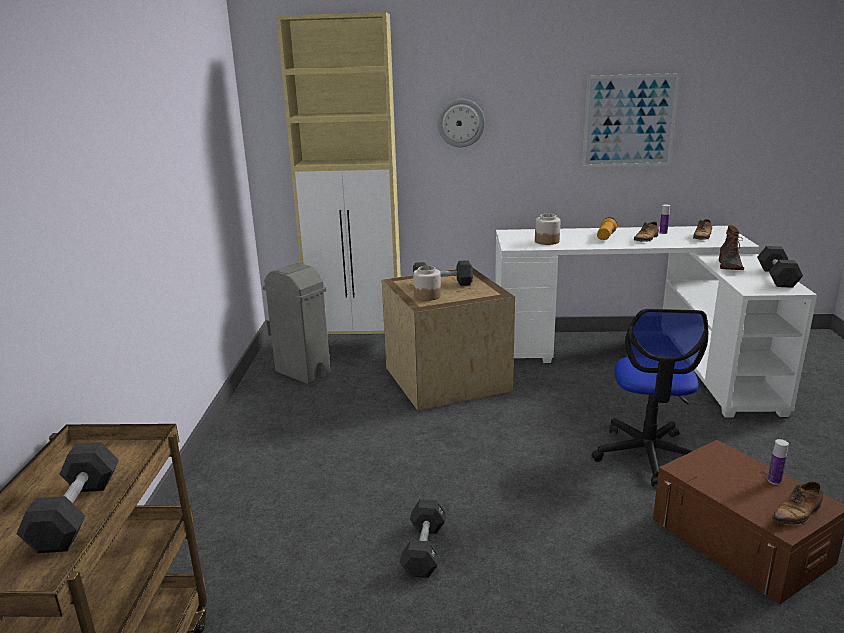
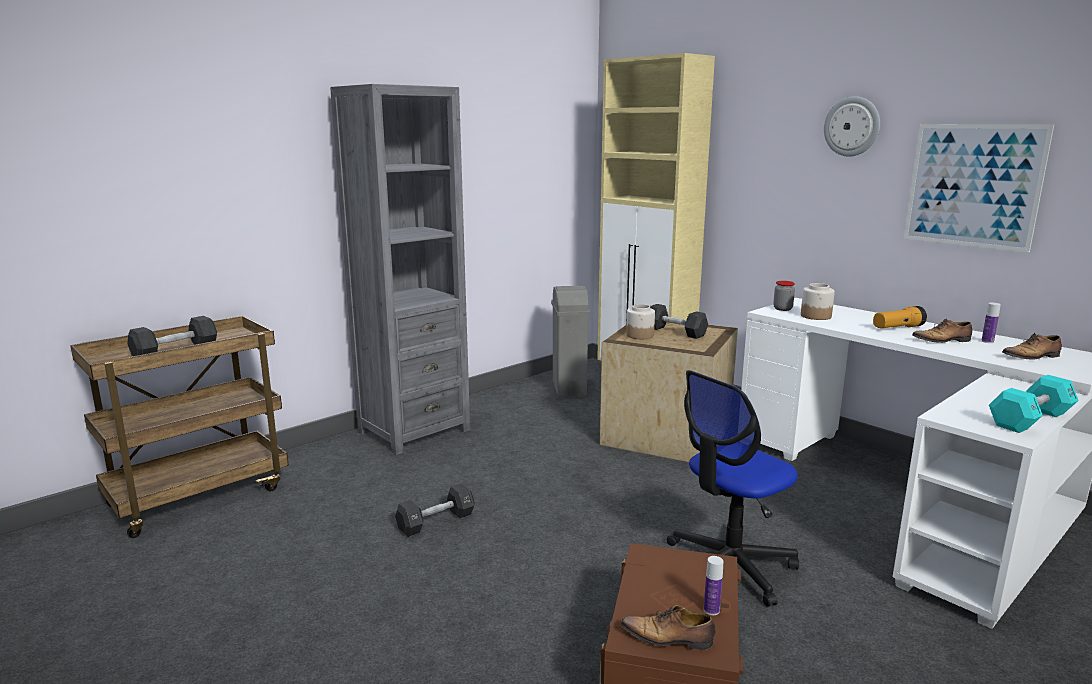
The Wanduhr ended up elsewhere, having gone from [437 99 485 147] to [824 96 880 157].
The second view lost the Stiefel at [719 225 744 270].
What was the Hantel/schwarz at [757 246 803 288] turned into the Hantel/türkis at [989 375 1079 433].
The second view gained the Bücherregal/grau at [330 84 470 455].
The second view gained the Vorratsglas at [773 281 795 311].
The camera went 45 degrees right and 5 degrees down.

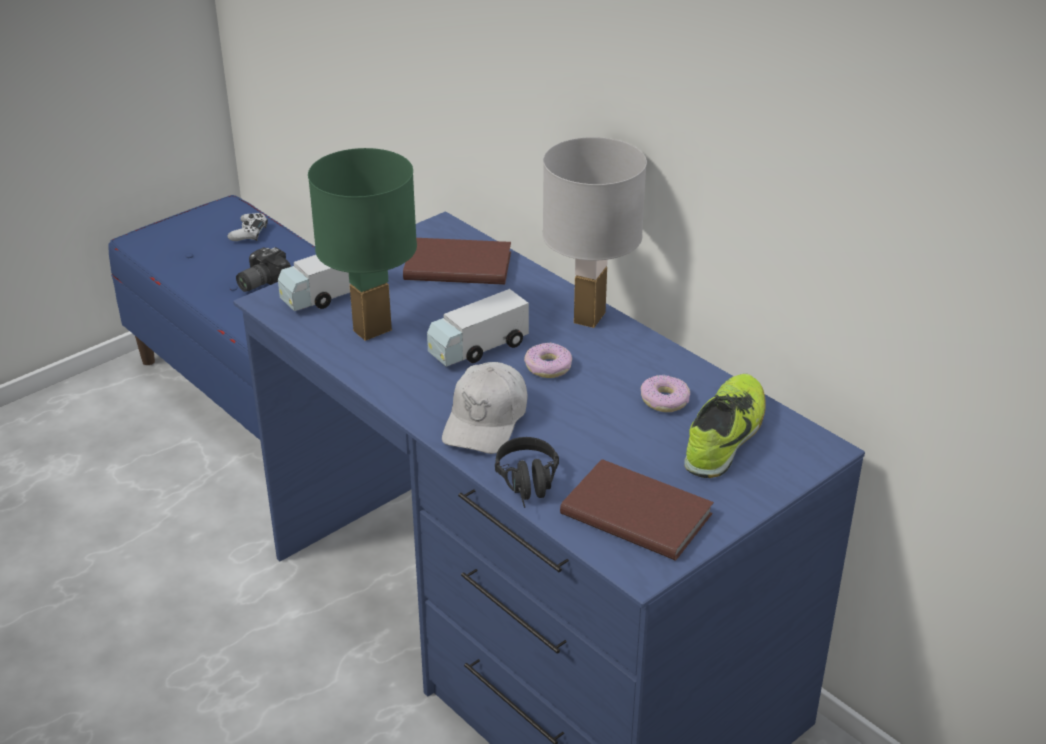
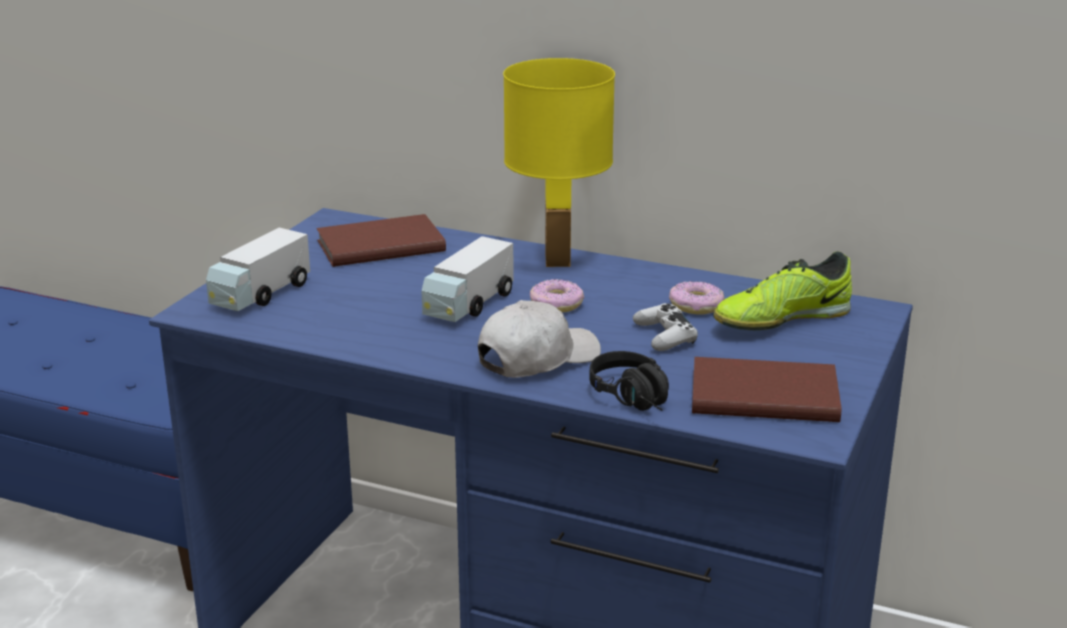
The Gamepad/weiß ended up elsewhere, having gone from [227 213 268 241] to [633 303 698 351].
The second view lost the Kamera at [236 247 291 292].
The second view lost the Tischlampe/grün at [308 148 417 341].
The Kappe/weiß at [442 362 528 454] ended up facing another way, 120 degrees counterclockwise from before.
What was the Tischlampe/weiß at [542 137 647 328] turned into the Tischlampe/gelb at [503 58 615 267].
The Schuh at [684 374 766 478] ended up facing another way, 120 degrees counterclockwise from before.
The camera went 25 degrees left and 10 degrees down.

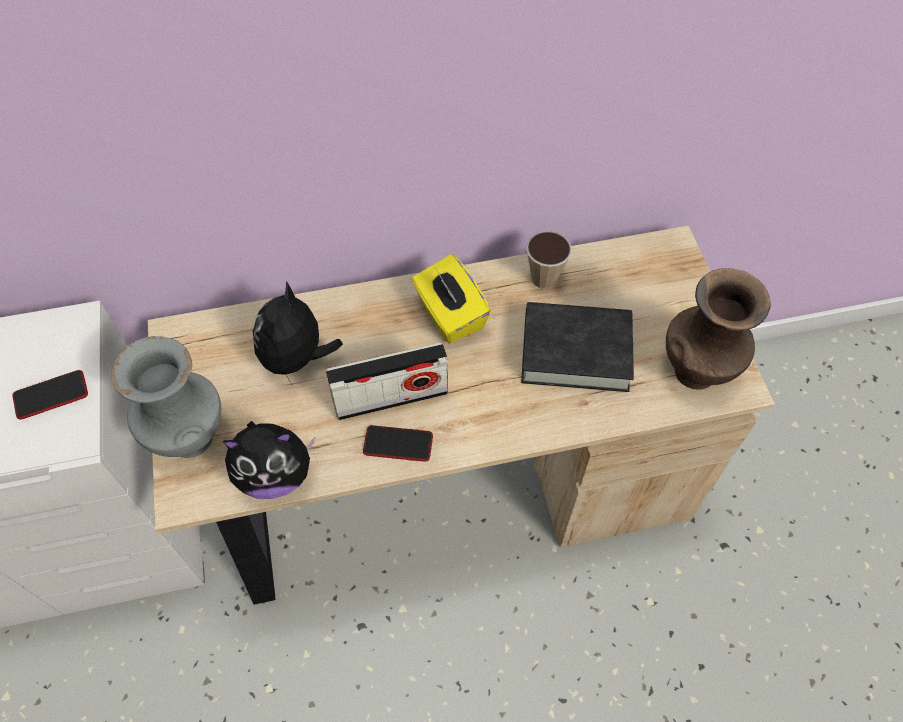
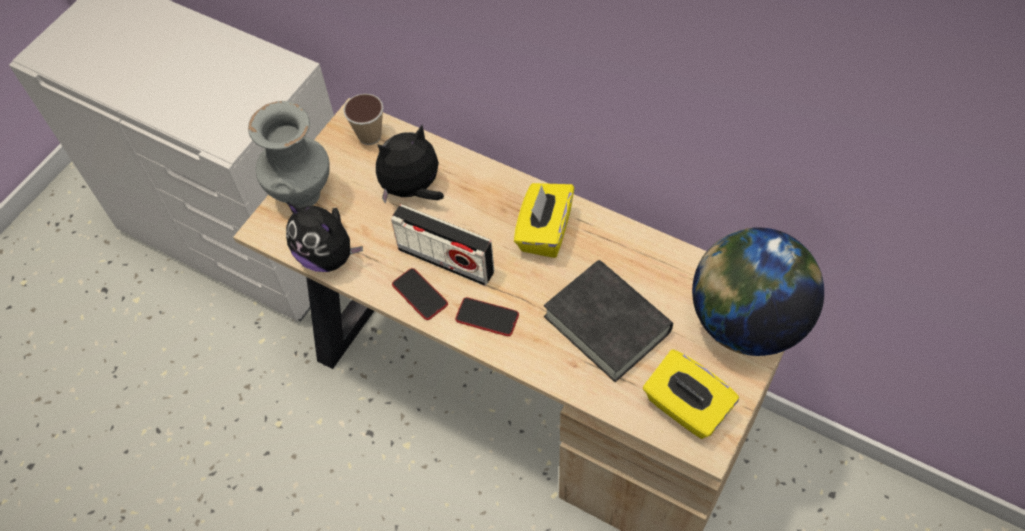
The Handy ended up elsewhere, having gone from [13 370 88 420] to [455 297 519 336].
The Tasse ended up elsewhere, having gone from [526 231 572 289] to [343 94 383 145].
Where the Vase/braun stood at [666 268 770 390], the Taschentuchbox/gelb came to stand at [643 349 739 439].
The second view gained the Globus at [692 227 824 356].
The camera went 45 degrees right and 0 degrees up.

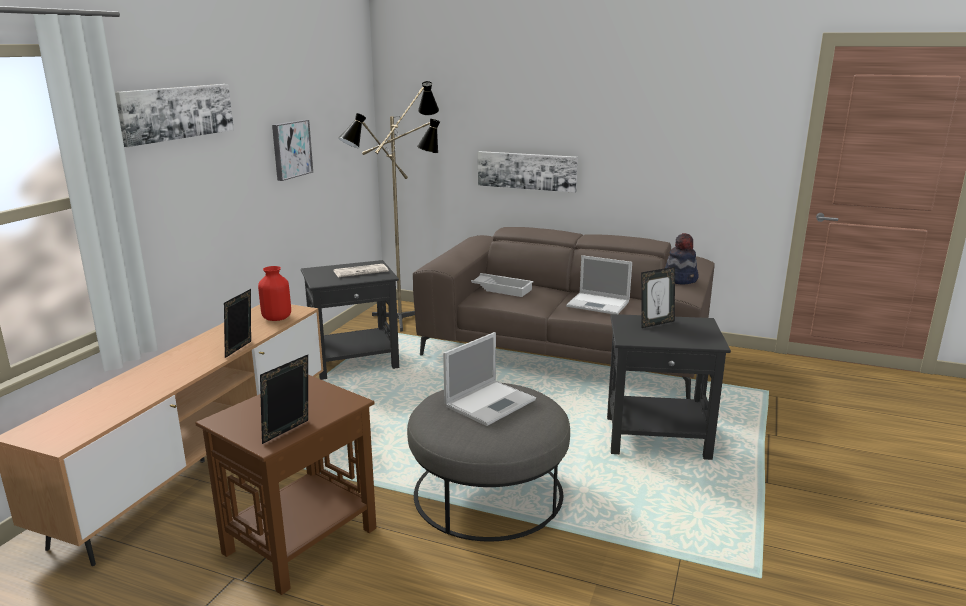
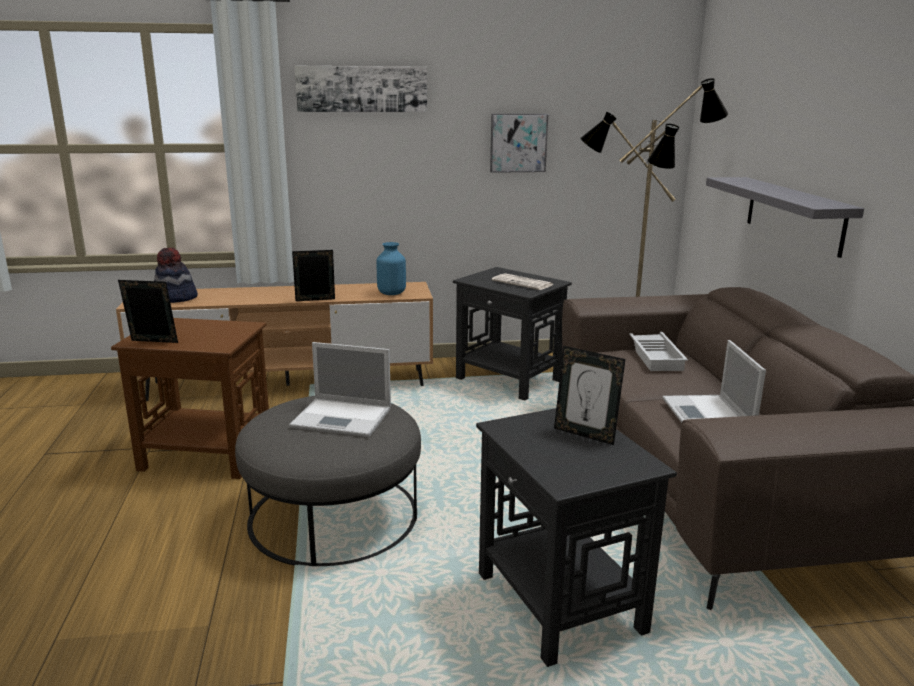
What was the Vase/rot at [258 266 291 321] turned into the Vase/blau at [377 242 406 295].
Where the Bild hung at [478 151 578 193], the Wandregal/grau came to hang at [706 177 864 258].
The Hut ended up elsewhere, having gone from [665 233 699 284] to [154 248 198 303].
The camera went 60 degrees right and 0 degrees up.

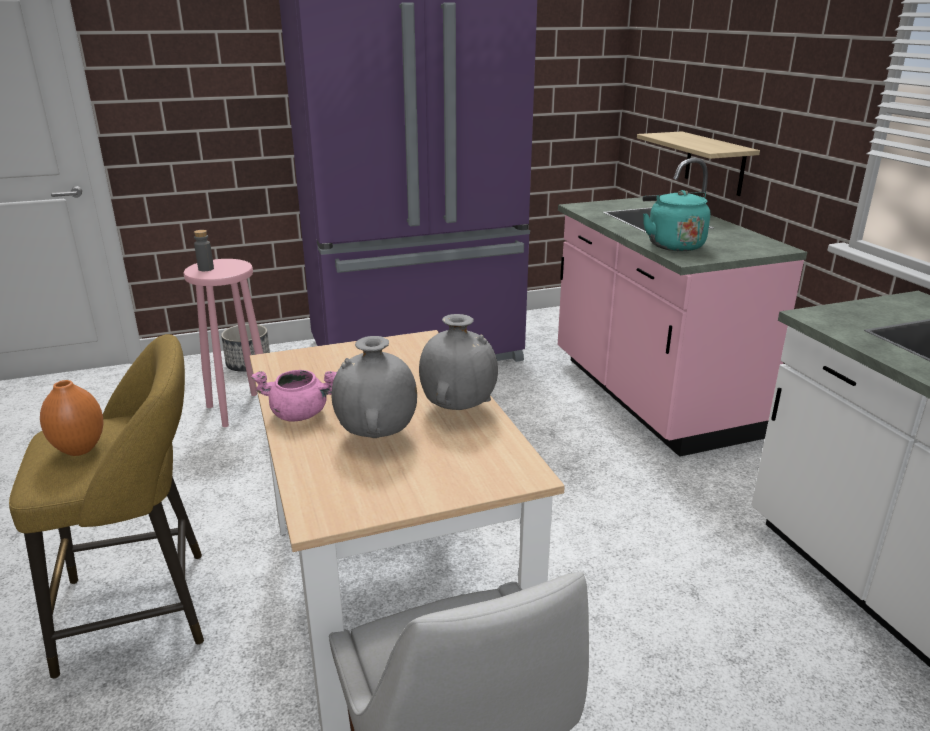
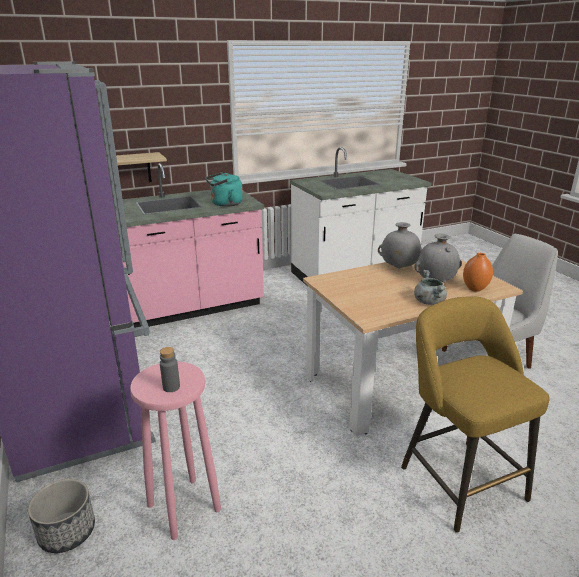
The Vase/orange ended up elsewhere, having gone from [40 380 104 456] to [463 253 493 292].
What was the Kochtopf/rosa at [251 370 337 421] turned into the Kochtopf/grau at [414 270 447 305].
The camera went 95 degrees left and 0 degrees up.

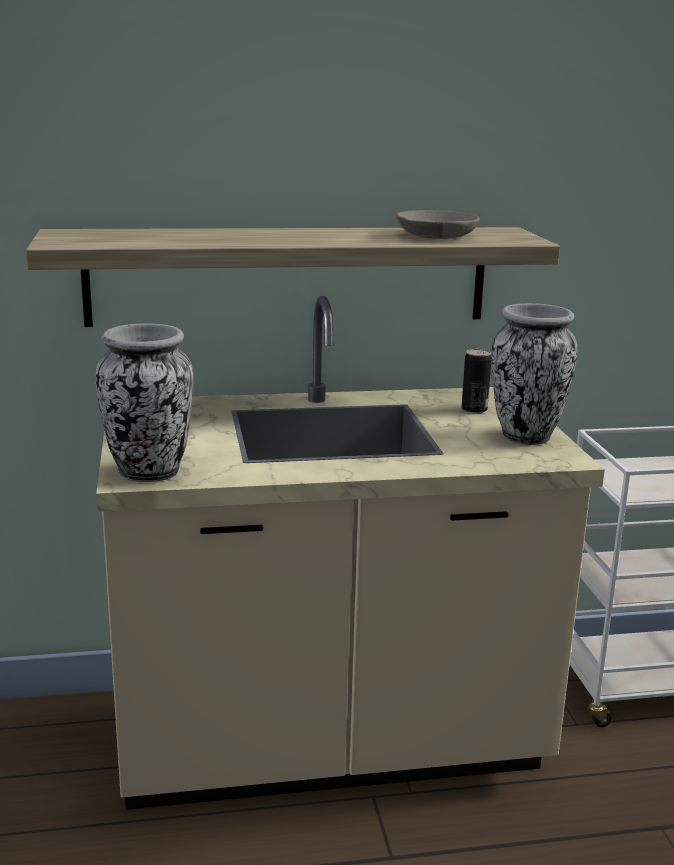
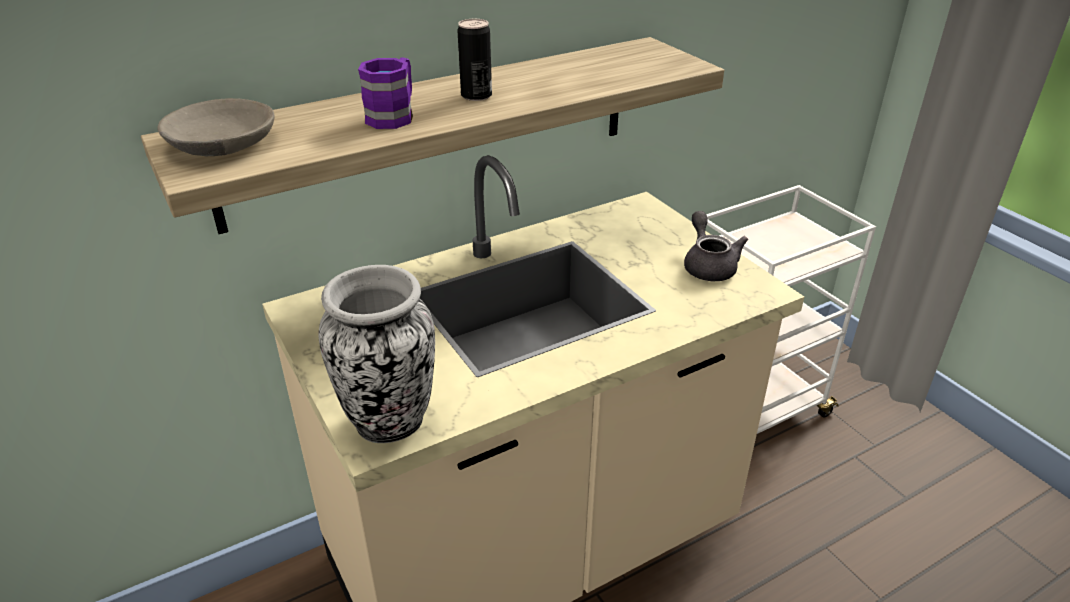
The Schüssel/grau ended up elsewhere, having gone from [396 210 480 239] to [157 98 275 156].
The Dose ended up elsewhere, having gone from [462 349 492 413] to [457 19 492 101].
Where the Vase stood at [492 303 578 445], the Teekanne/grau came to stand at [684 211 748 281].
The second view gained the Henkelbecher/lila at [358 57 413 129].
The camera went 20 degrees left and 15 degrees up.

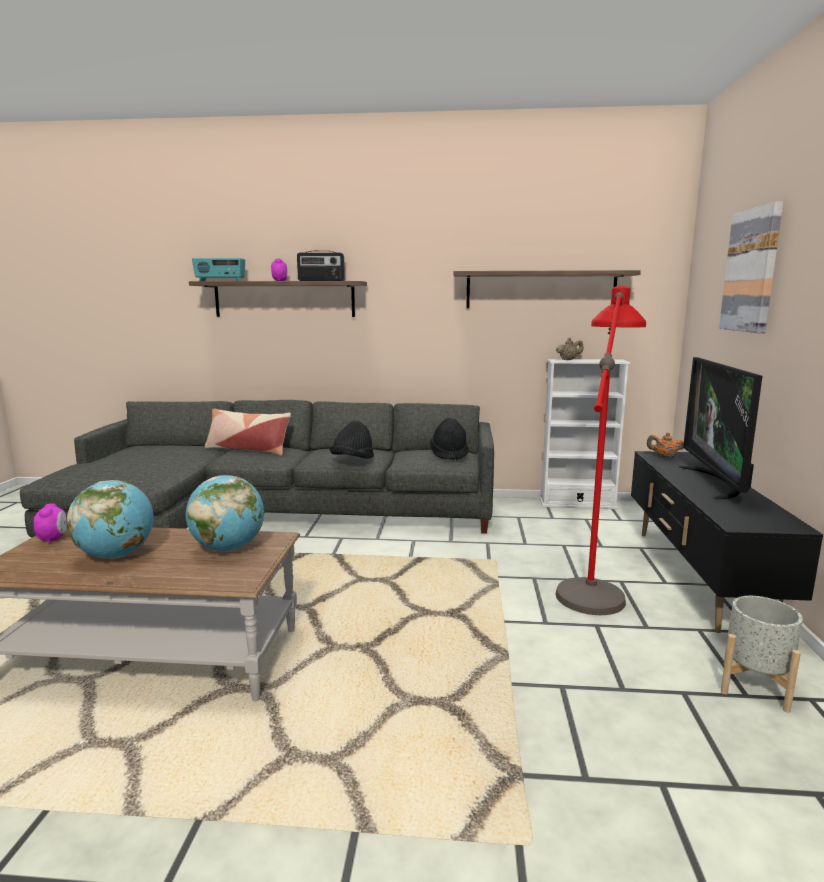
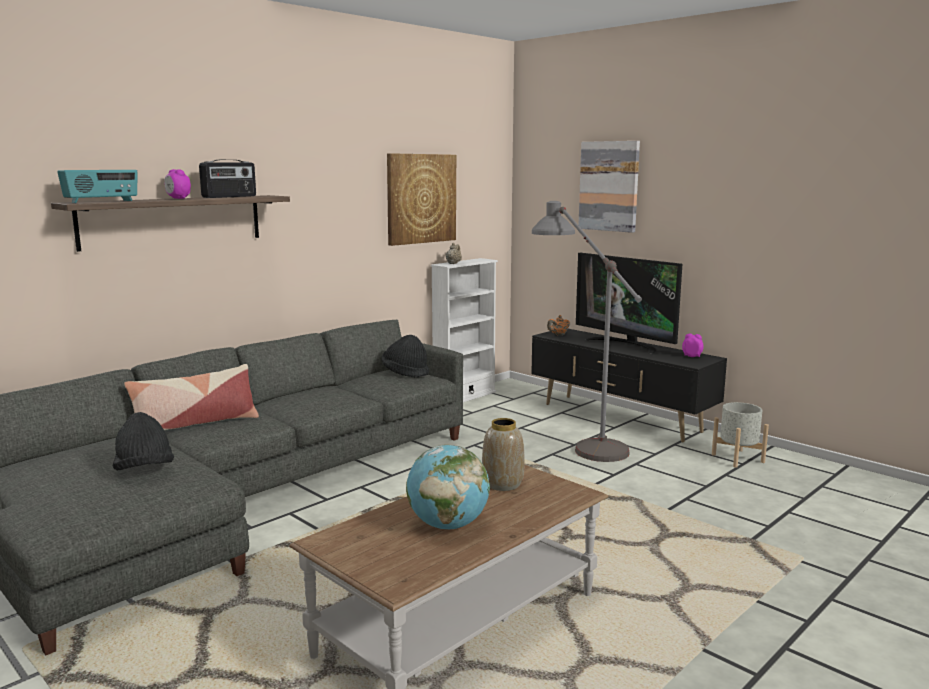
The Wecker ended up elsewhere, having gone from [34 503 67 544] to [682 333 704 357].
Where the Globus stood at [186 475 264 551], the Vase came to stand at [482 418 525 491].
The Hut/schwarz ended up elsewhere, having gone from [329 420 374 459] to [113 412 174 470].
Where the Wandregal hung at [453 270 641 308], the Bild came to hang at [387 153 456 246].
What was the Stehlampe/rot at [555 286 646 615] turned into the Stehlampe/grau at [532 201 642 462].
The camera went 50 degrees left and 0 degrees up.

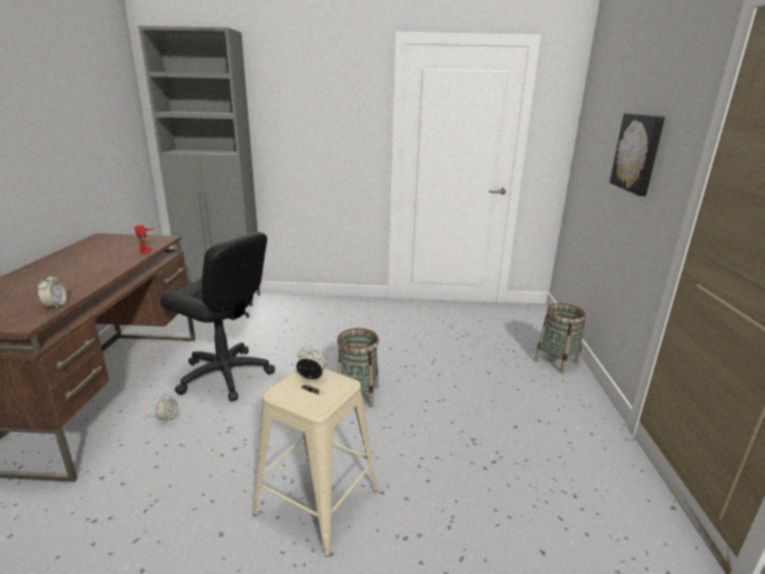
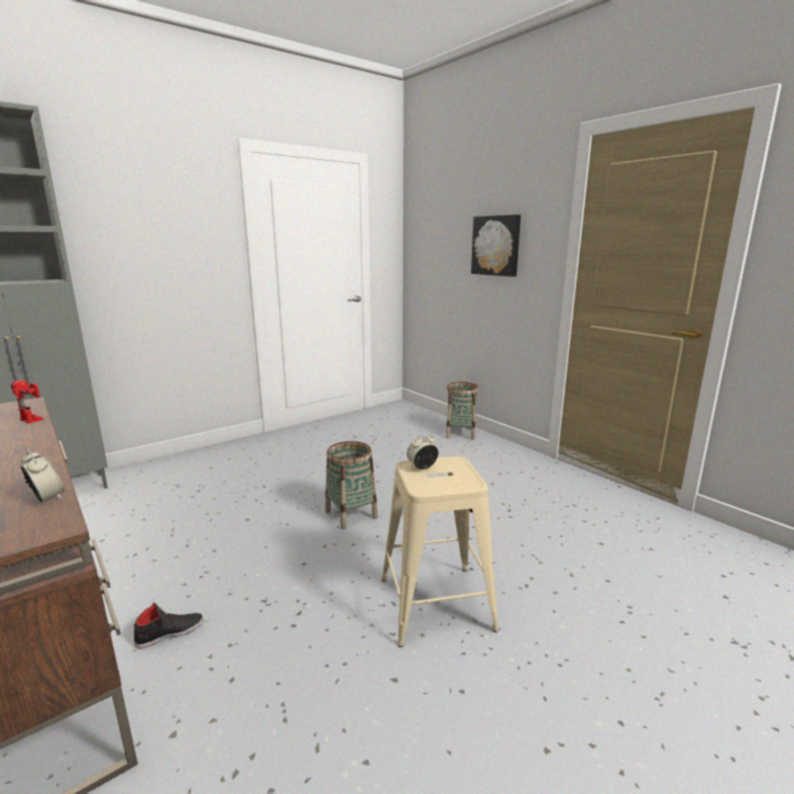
Where the Wecker stood at [156 394 178 423], the Schuh/schwarz came to stand at [134 602 204 649].
The second view lost the Bürostuhl/schwarz at [161 232 275 401].
The camera went 40 degrees left and 5 degrees down.

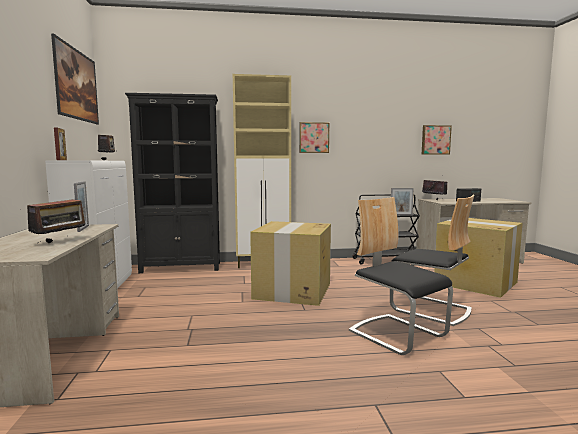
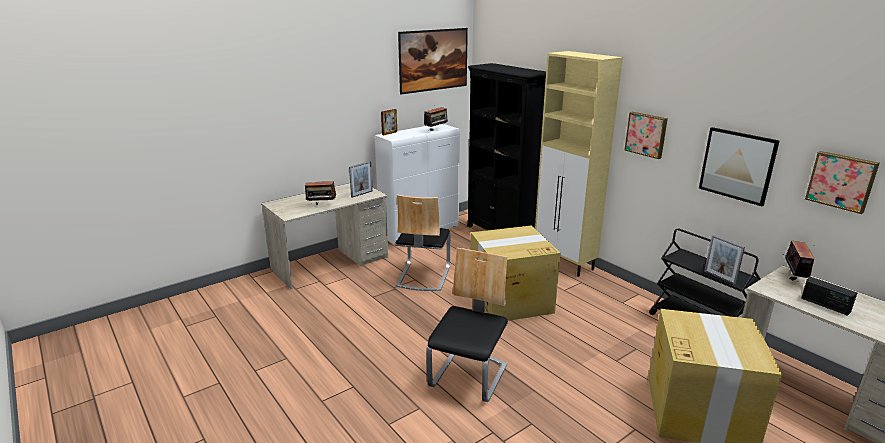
The Stuhl ended up elsewhere, having gone from [390 195 474 326] to [395 195 450 291].
The second view gained the Bild at [699 127 780 206].
The camera went 60 degrees right and 15 degrees up.

